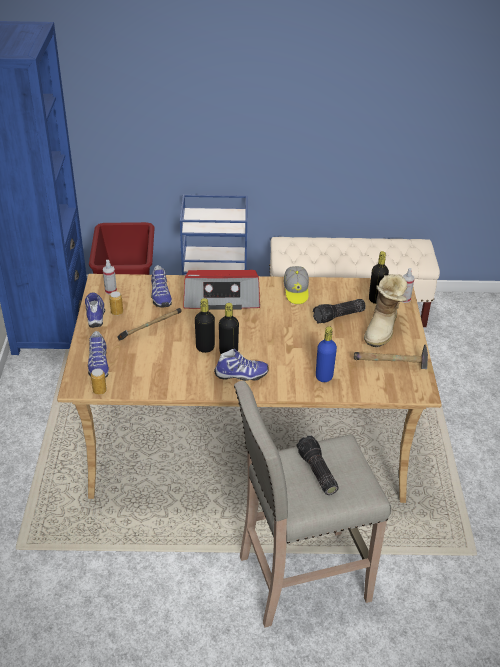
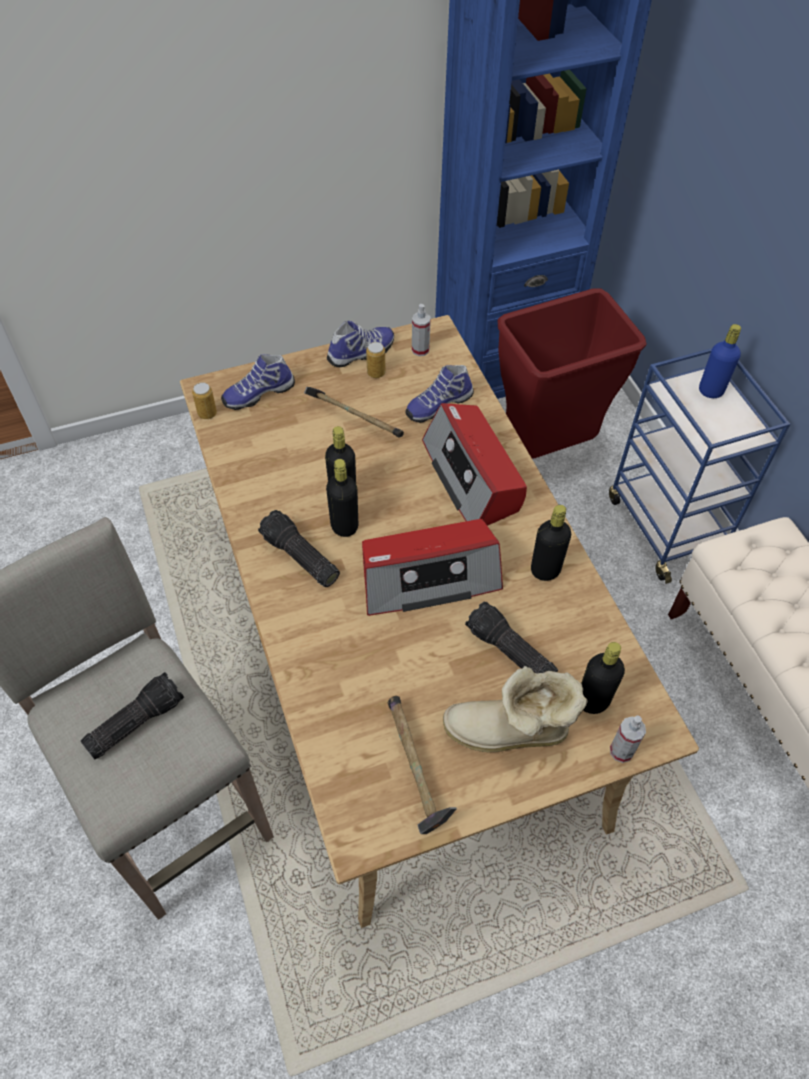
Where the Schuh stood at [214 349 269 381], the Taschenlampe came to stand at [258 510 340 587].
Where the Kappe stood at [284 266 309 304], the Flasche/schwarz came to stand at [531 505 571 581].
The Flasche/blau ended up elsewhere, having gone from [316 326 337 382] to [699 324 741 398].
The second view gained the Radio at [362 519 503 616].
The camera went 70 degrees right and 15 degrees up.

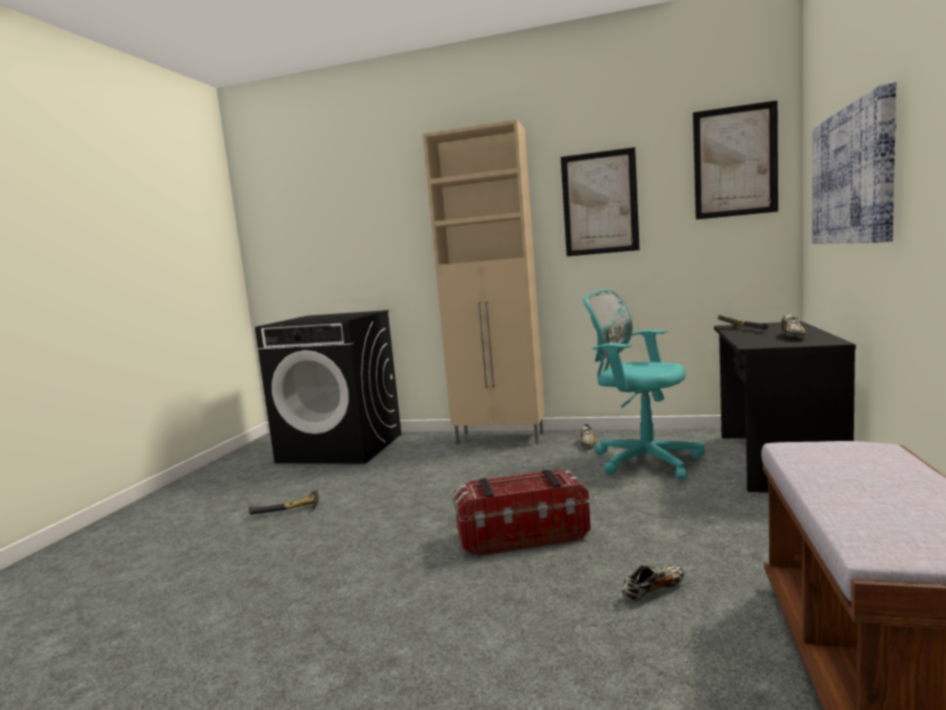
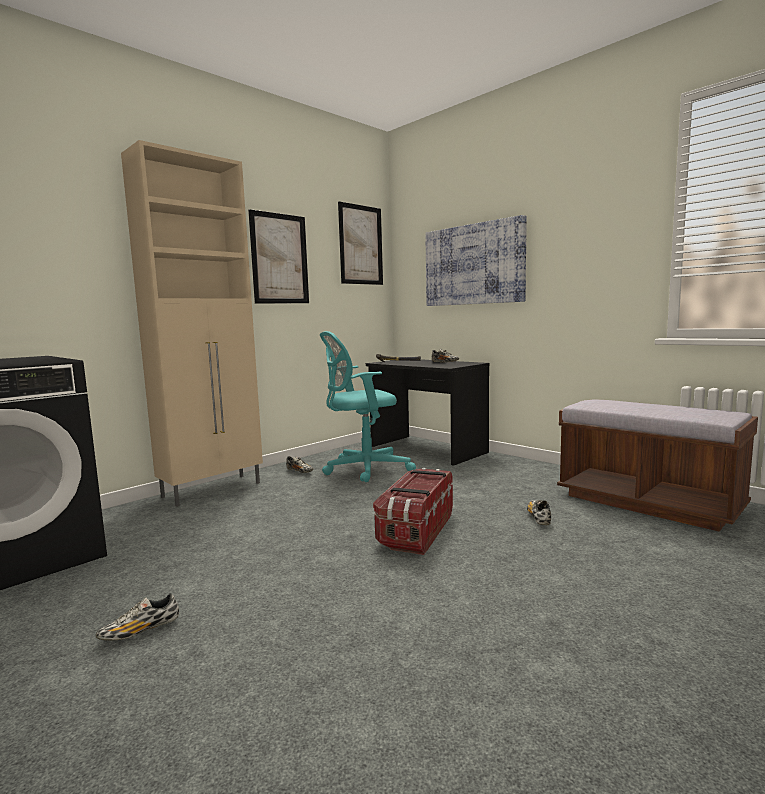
Where the Hammer stood at [249 490 319 515], the Schuh came to stand at [96 593 179 641].
The camera went 60 degrees left and 0 degrees up.

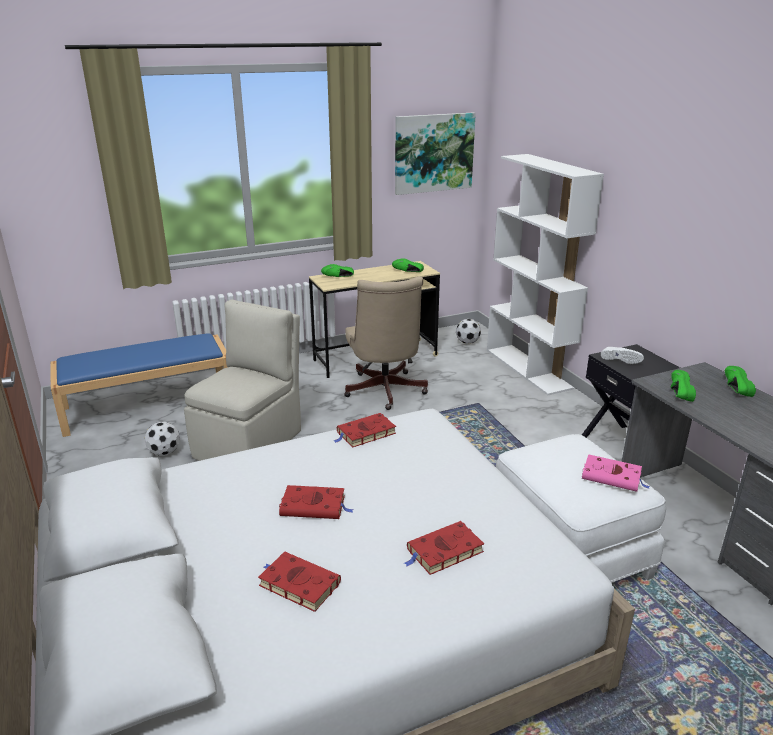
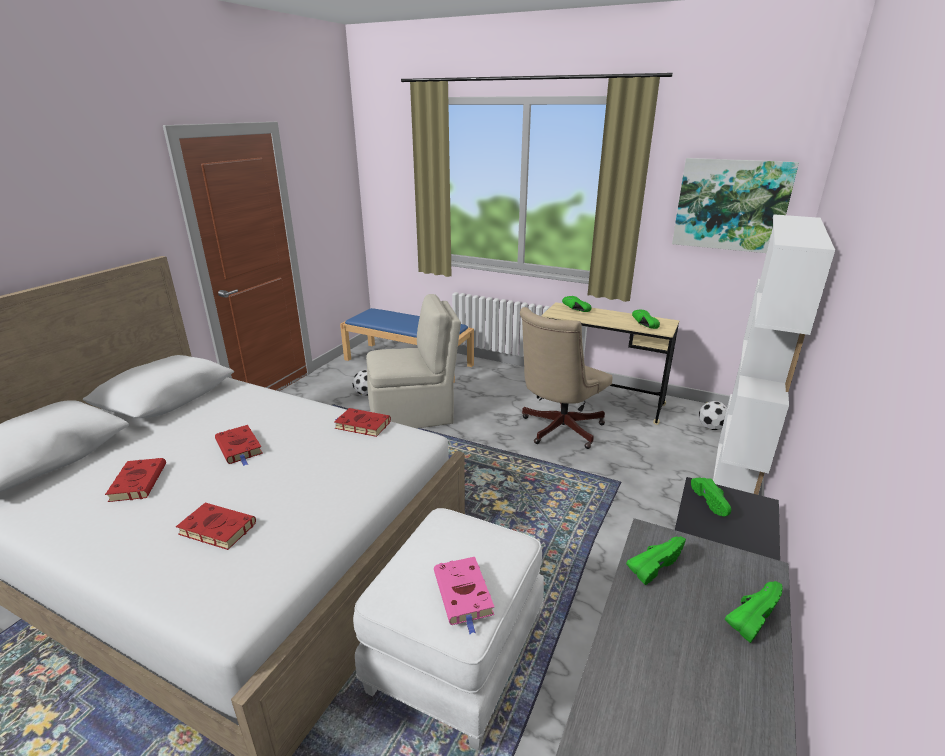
What was the Schuh/weiß at [601 347 644 364] turned into the Schuh/grün at [691 478 731 516].
The camera went 50 degrees right and 0 degrees up.

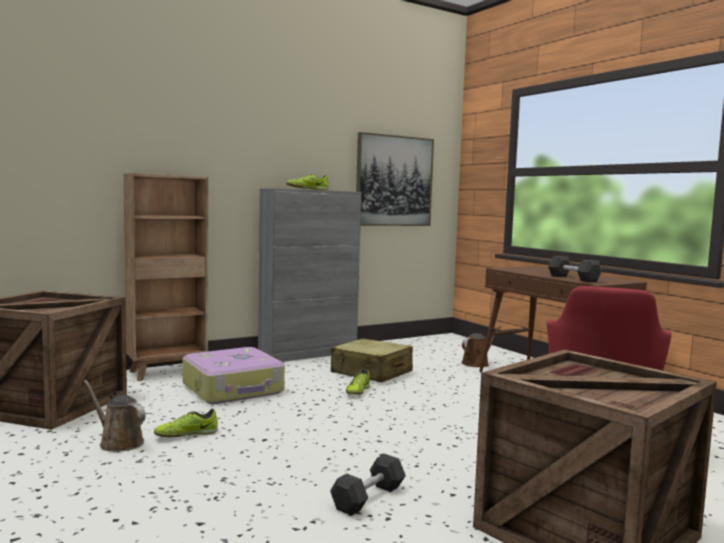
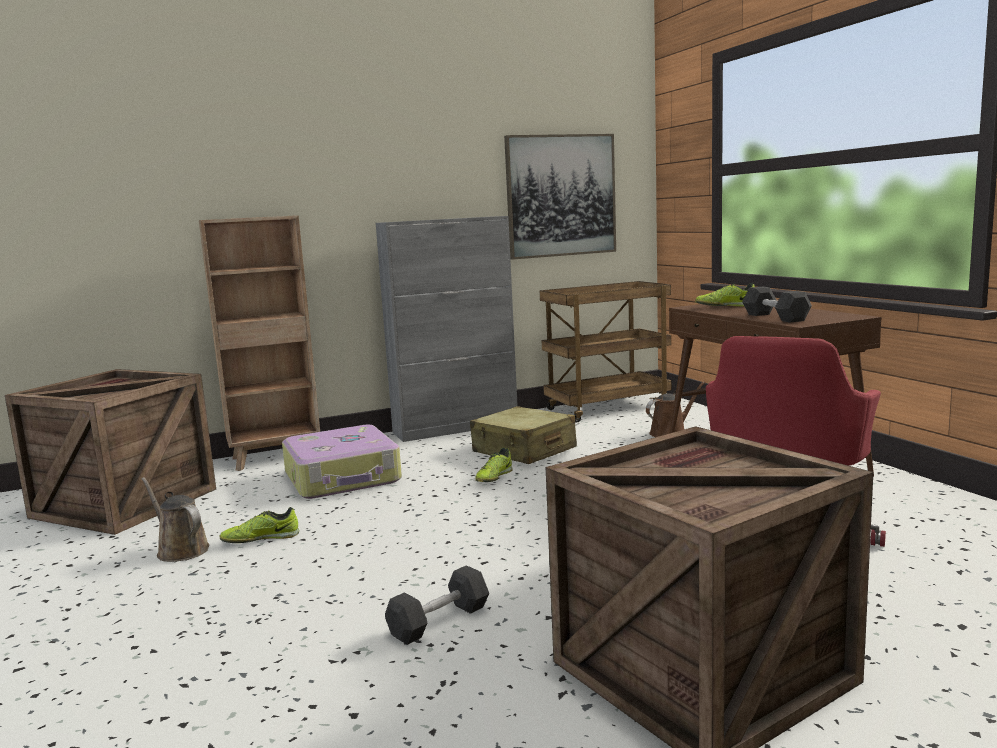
The Schuh ended up elsewhere, having gone from [286 174 328 190] to [695 283 755 307].
The second view gained the Rollwagen/braun at [540 281 672 422].
The camera went 10 degrees right and 5 degrees up.

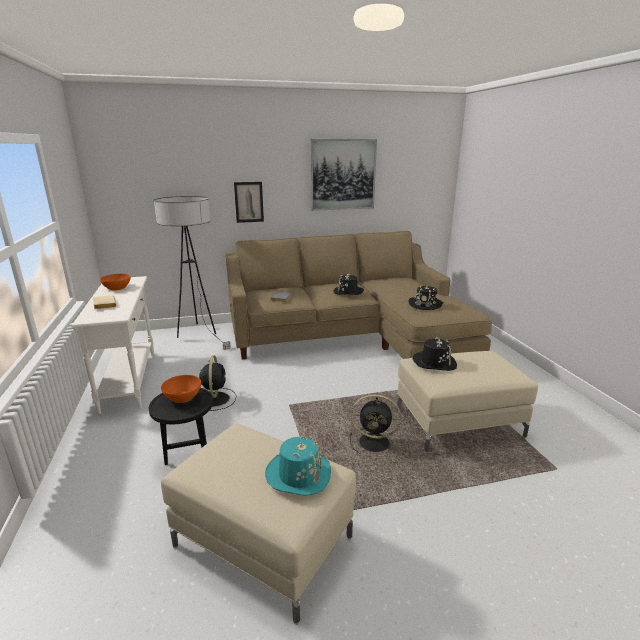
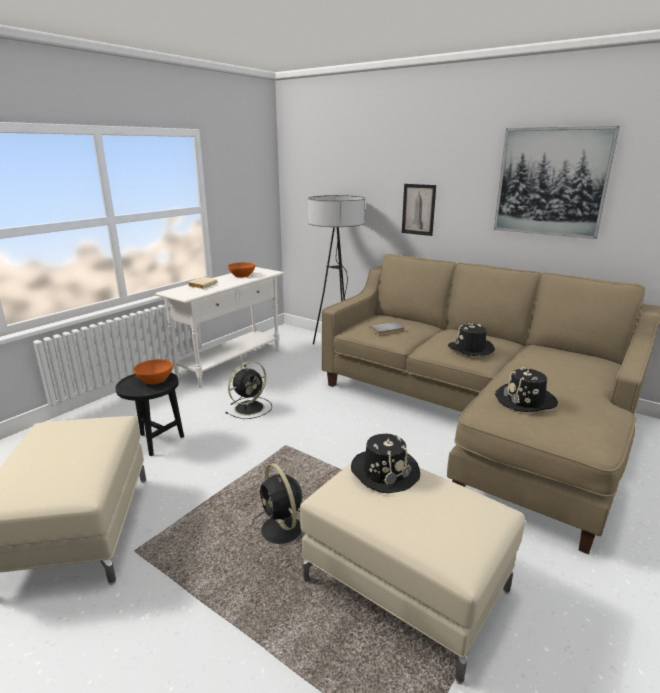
The second view lost the Hut/türkis at [265 436 331 496].
The camera went 50 degrees right and 0 degrees up.

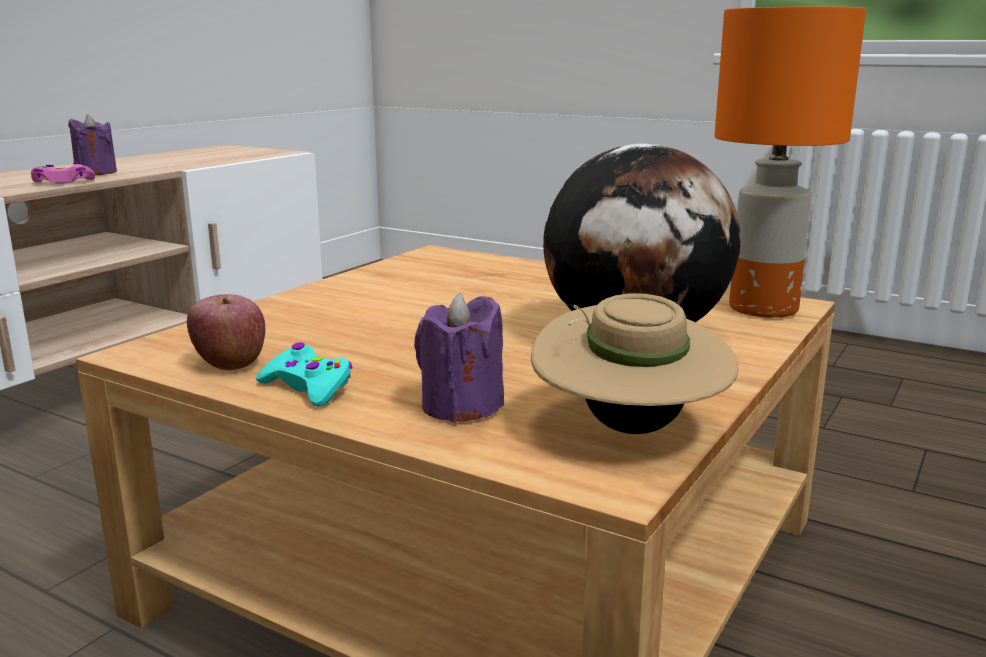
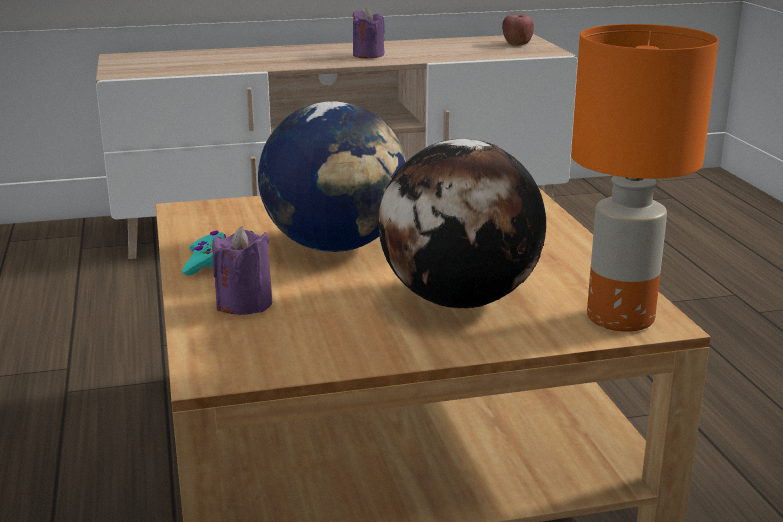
The second view lost the Gamepad/rosa at [31 162 95 183].
The Apfel ended up elsewhere, having gone from [187 294 265 370] to [502 14 534 46].
The second view lost the Hut/beige at [531 293 739 434].
The second view gained the Globus at [258 101 406 252].
The camera went 45 degrees right and 5 degrees up.

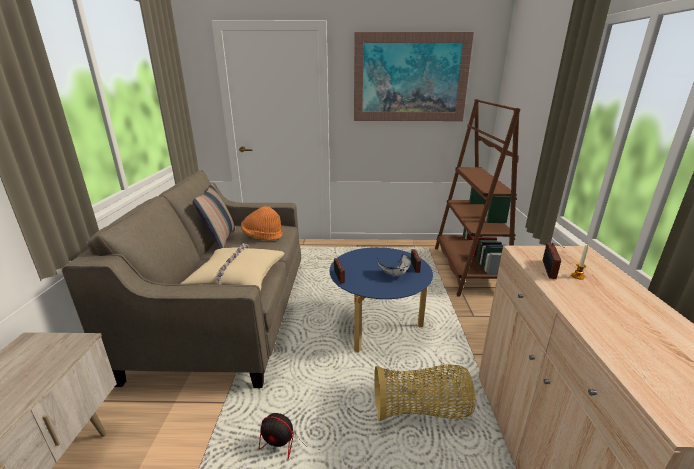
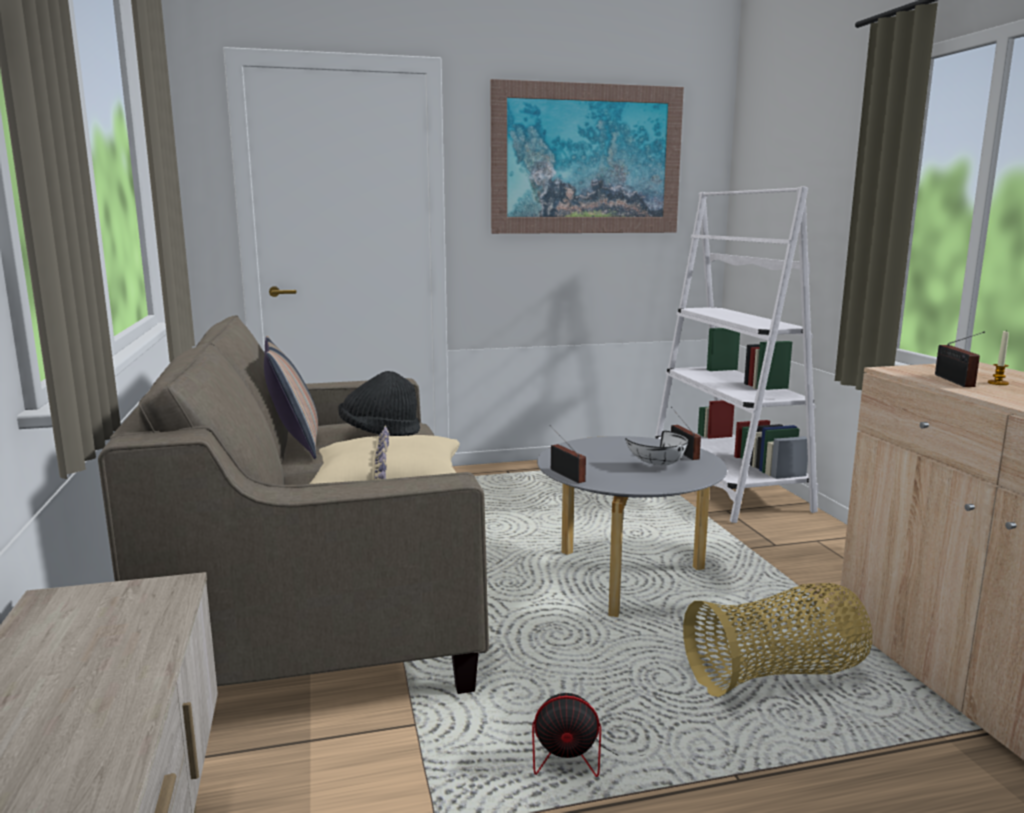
What was the Hut/orange at [241 206 283 241] turned into the Hut/schwarz at [338 371 420 436].
What was the Couchtisch/blau at [330 247 433 353] turned into the Couchtisch/grau at [537 436 727 617].
What was the Bücherregal/braun at [435 99 521 297] turned into the Bücherregal/weiß at [655 186 819 523].
The camera went 15 degrees left and 10 degrees down.

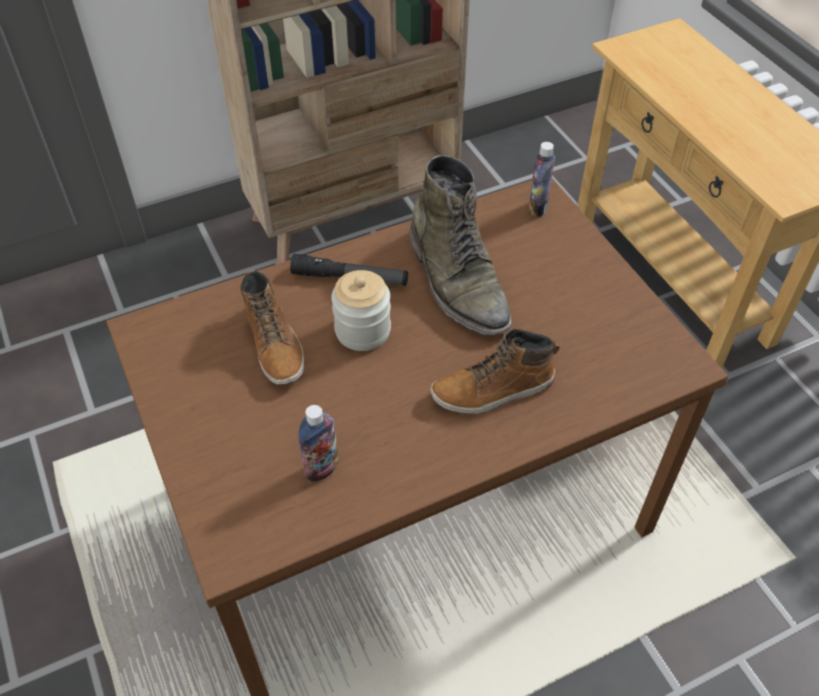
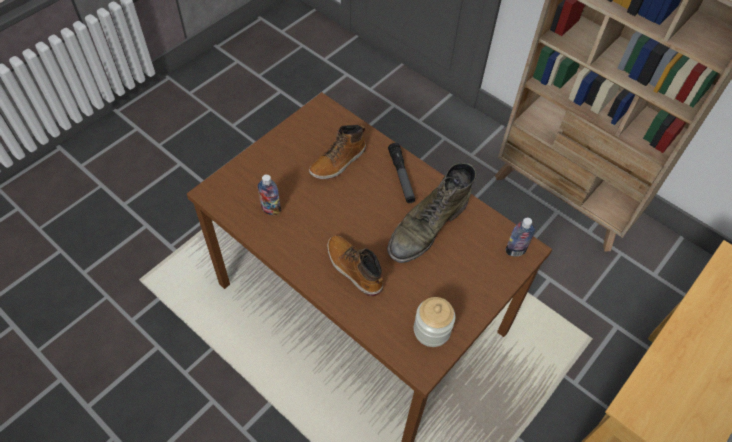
The Vorratsglas ended up elsewhere, having gone from [331 270 391 351] to [414 297 455 347].
The camera went 65 degrees right and 5 degrees up.

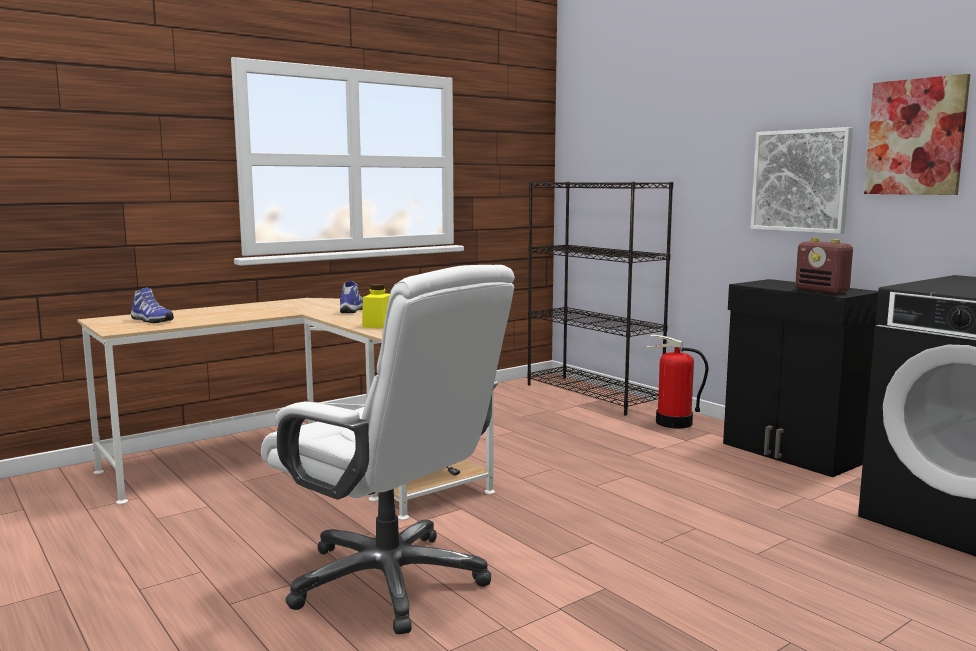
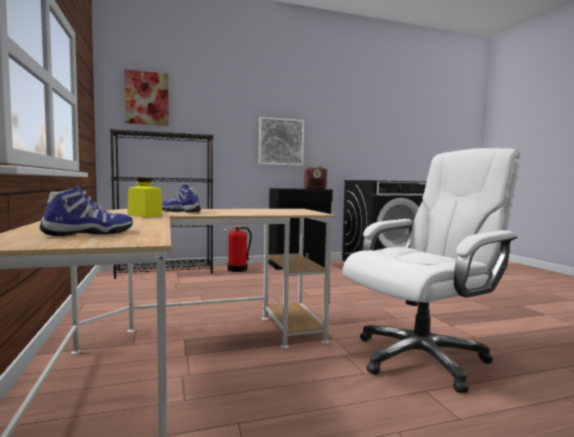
The Vorratsglas/gelb ended up elsewhere, having gone from [362 284 390 328] to [127 178 163 217].
The Bild ended up elsewhere, having gone from [864 74 970 195] to [124 69 169 126].
The camera went 70 degrees left and 5 degrees down.

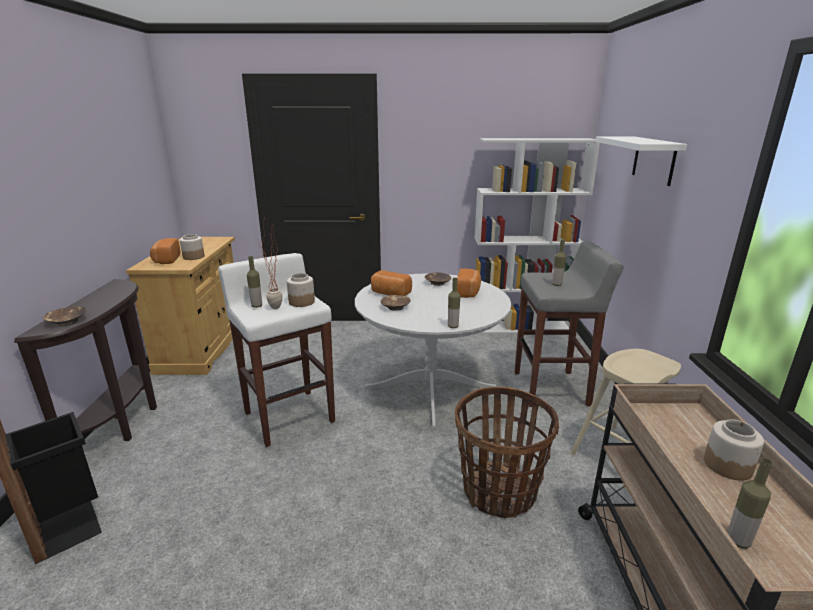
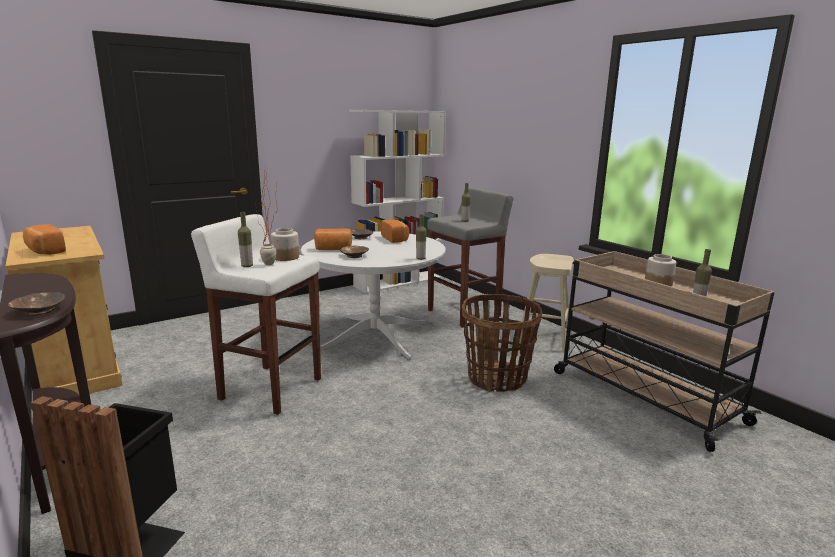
The second view lost the Vorratsglas at [180 234 205 260].
The second view lost the Wandregal/weiß at [595 136 687 186].
The camera went 35 degrees left and 5 degrees down.

